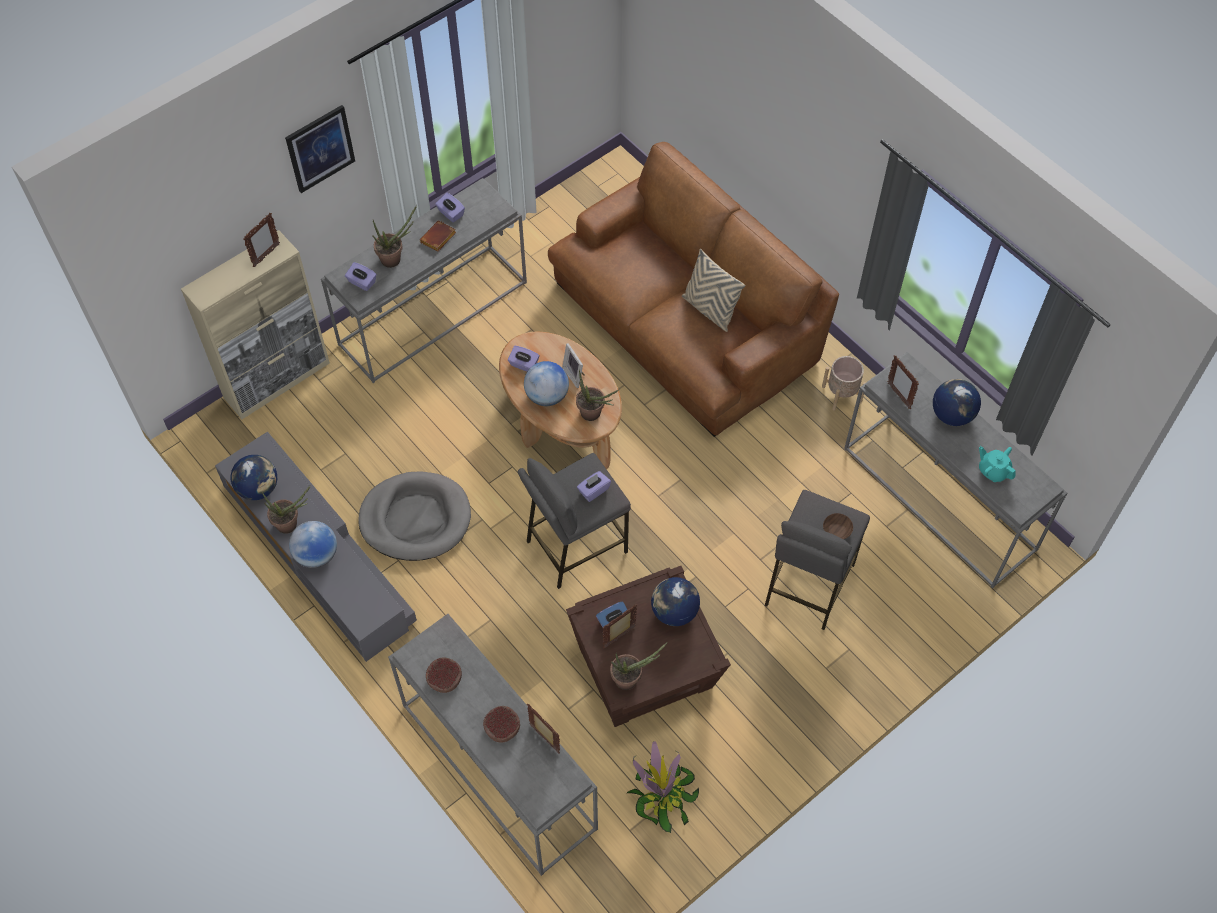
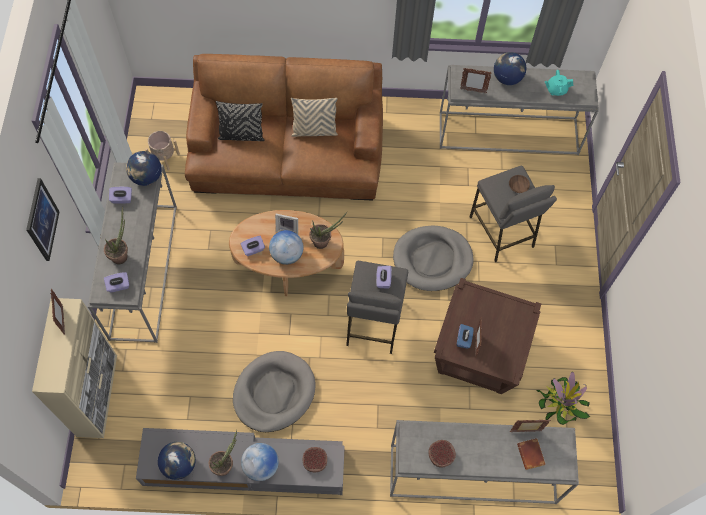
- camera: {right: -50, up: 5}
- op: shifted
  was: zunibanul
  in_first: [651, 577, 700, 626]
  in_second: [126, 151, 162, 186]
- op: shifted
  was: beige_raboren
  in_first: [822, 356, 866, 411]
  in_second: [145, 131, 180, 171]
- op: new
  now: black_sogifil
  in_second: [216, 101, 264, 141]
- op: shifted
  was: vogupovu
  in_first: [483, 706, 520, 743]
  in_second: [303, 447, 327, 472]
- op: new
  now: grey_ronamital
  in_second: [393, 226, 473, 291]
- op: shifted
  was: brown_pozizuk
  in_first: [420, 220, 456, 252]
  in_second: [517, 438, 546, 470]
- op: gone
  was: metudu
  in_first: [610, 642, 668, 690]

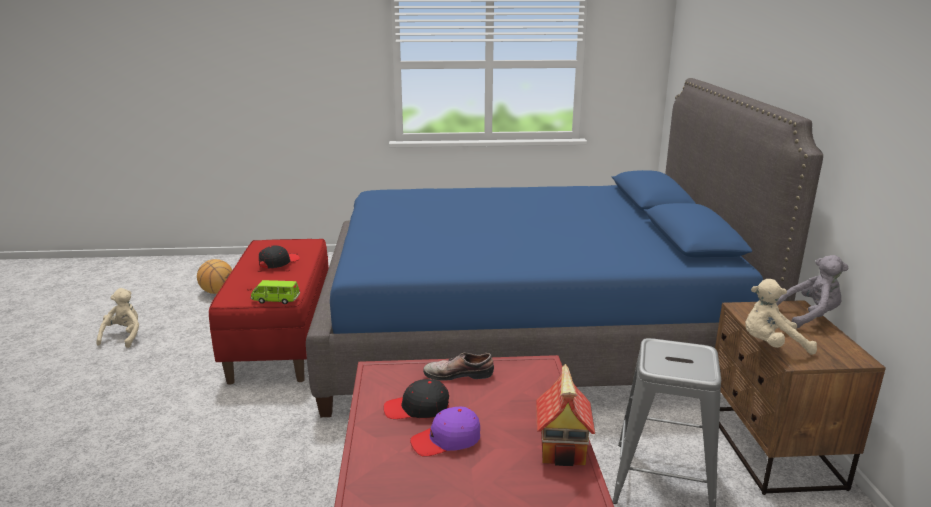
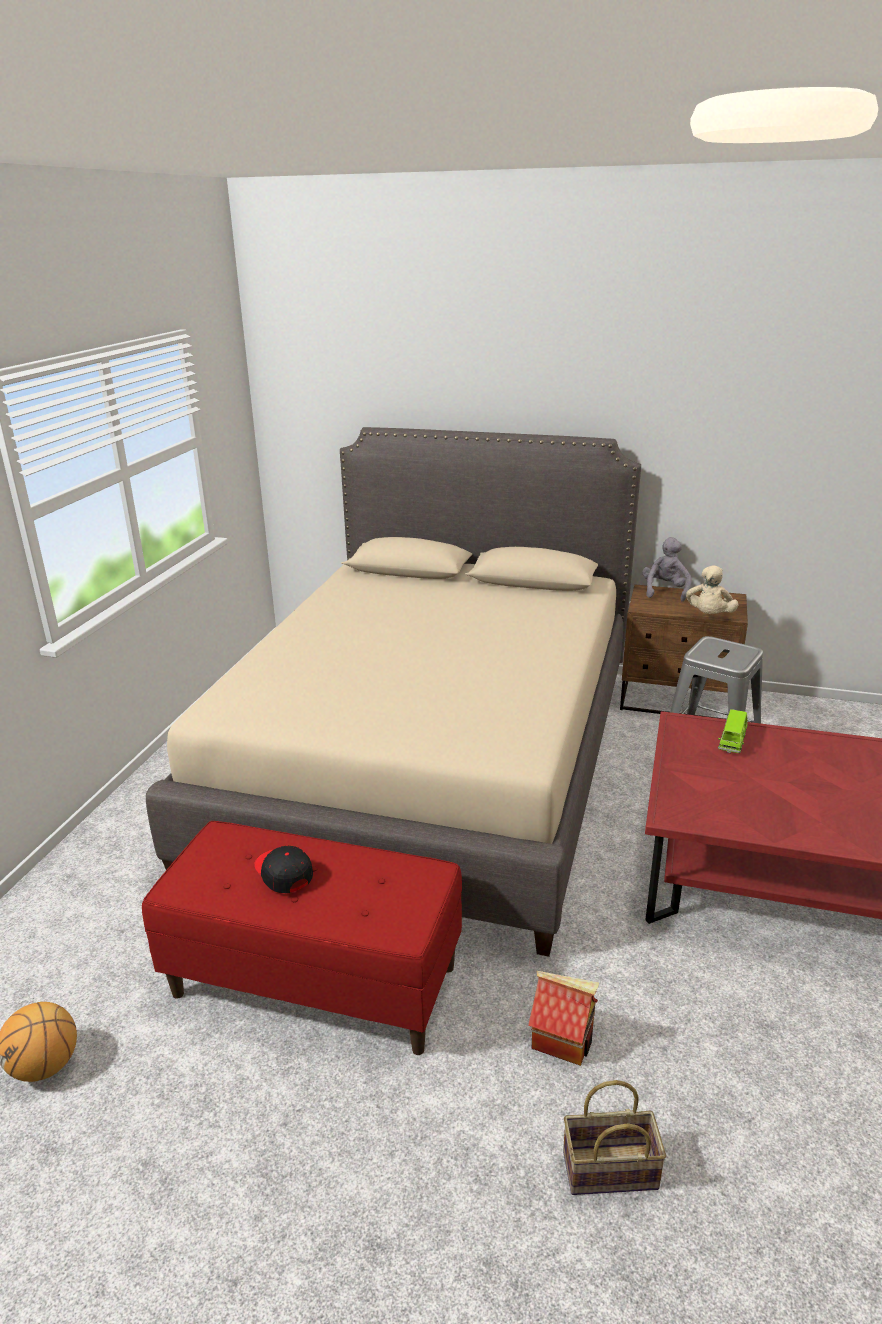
- camera: {right: -70, up: 5}
- op: repainted
  was: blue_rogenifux
  now: beige_rogenifux
  in_first: [306, 78, 823, 417]
  in_second: [146, 427, 641, 957]
- op: shifted
  was: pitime
  in_first: [536, 364, 595, 466]
  in_second: [528, 971, 599, 1066]
- op: new
  now: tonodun
  in_second: [563, 1080, 666, 1195]
- op: shifted
  was: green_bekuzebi
  in_first: [251, 280, 300, 304]
  in_second: [718, 709, 748, 753]
- op: gone
  was: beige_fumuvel
  in_first: [96, 288, 139, 348]
- op: gone
  was: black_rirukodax
  in_first: [383, 379, 449, 419]
- op: gone
  was: purple_rirukodax
  in_first: [410, 407, 480, 457]
- op: gone
  was: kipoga
  in_first: [423, 353, 494, 380]

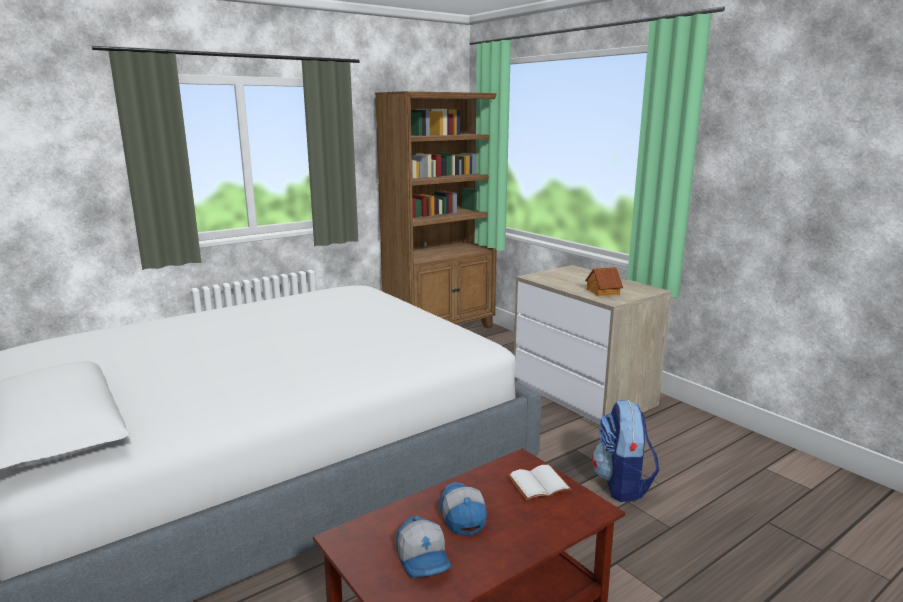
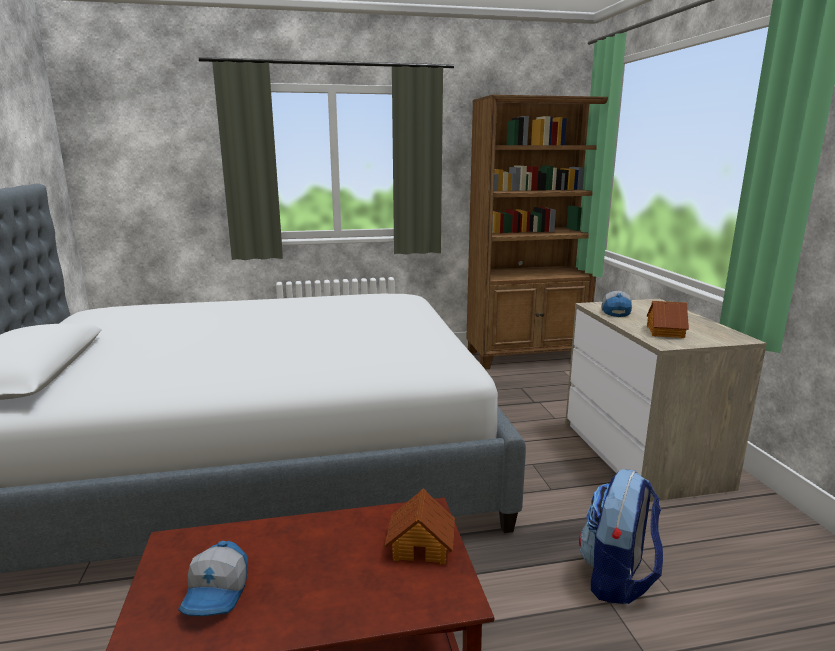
- camera: {right: 25, up: 0}
- op: swapped
  was: white_pozizuk
  now: pitime
  in_first: [507, 465, 573, 501]
  in_second: [385, 488, 455, 565]
- op: shifted
  was: rirukodax
  in_first: [440, 482, 487, 536]
  in_second: [601, 291, 632, 317]

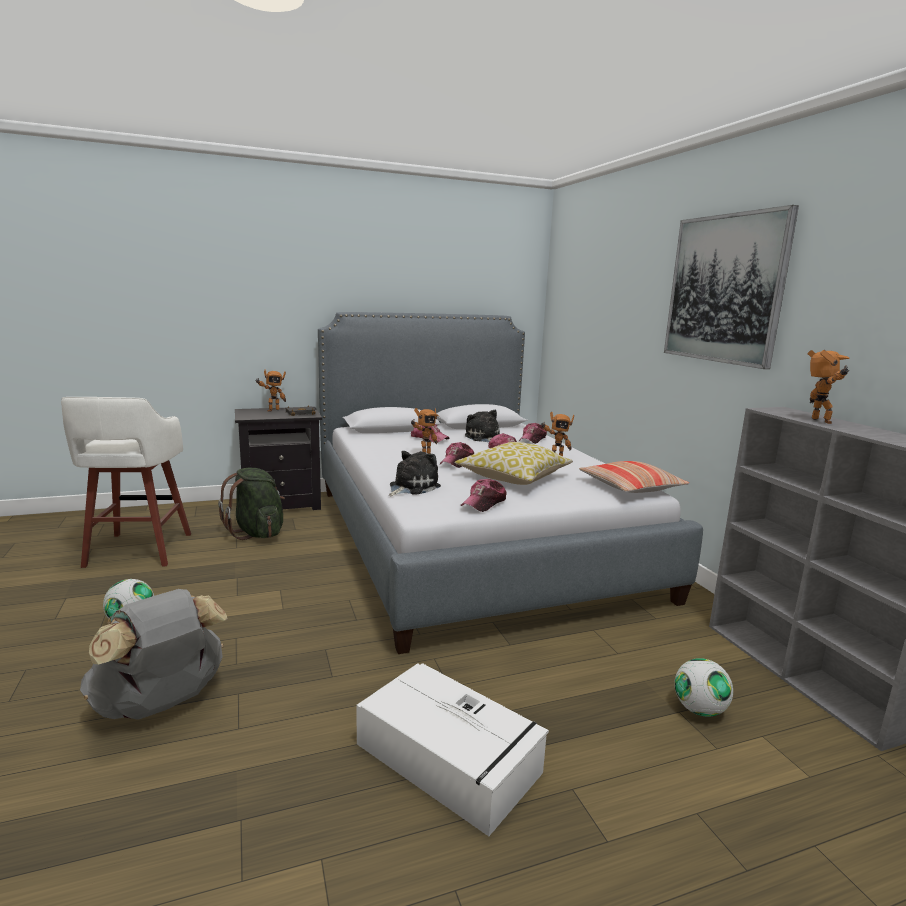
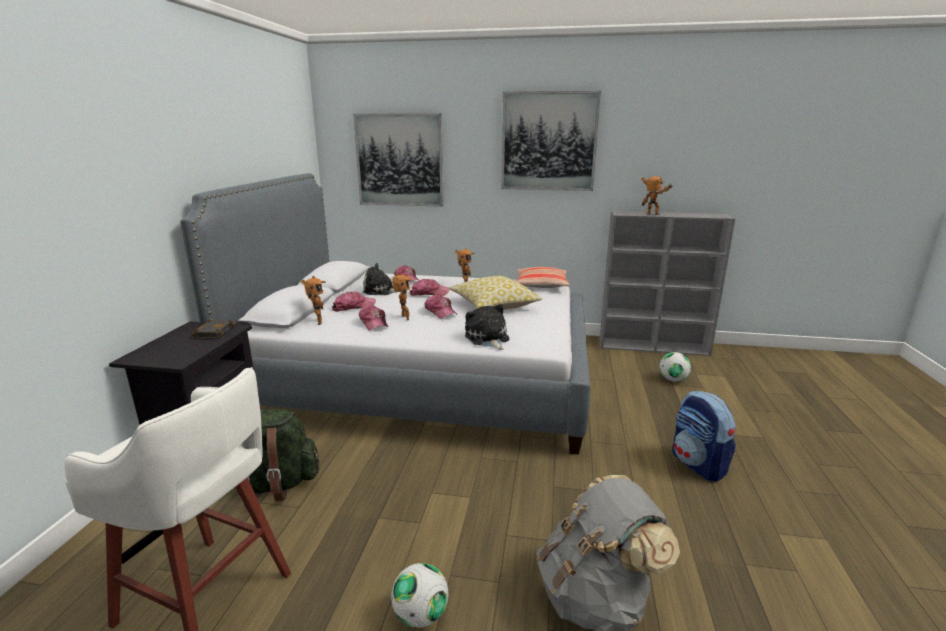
- camera: {right: -60, up: 5}
- op: shifted
  was: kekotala
  in_first: [255, 370, 286, 412]
  in_second: [301, 276, 326, 325]
- op: new
  now: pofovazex
  in_second: [353, 113, 444, 207]
- op: shifted
  was: rirukodax
  in_first: [461, 479, 507, 512]
  in_second: [359, 305, 388, 331]
- op: swapped
  was: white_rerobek
  now: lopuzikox
  in_first: [356, 663, 549, 836]
  in_second: [672, 391, 736, 482]

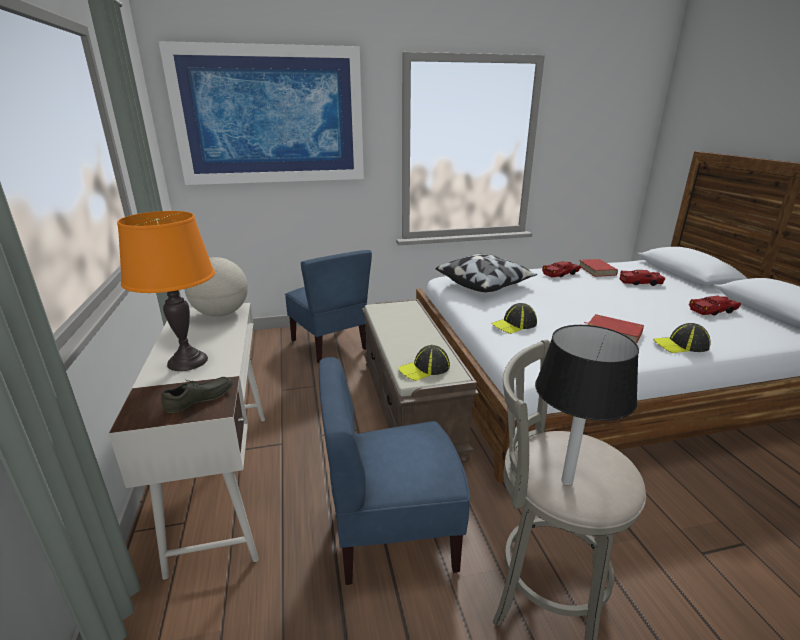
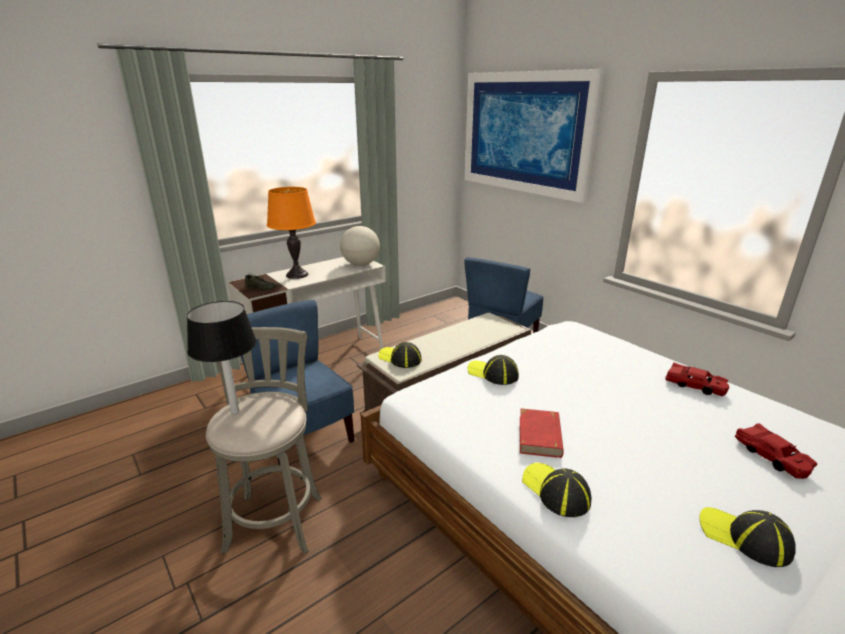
- camera: {right: 65, up: 0}
- op: swapped
  was: red_bekuzebi
  now: rirukodax
  in_first: [689, 295, 741, 315]
  in_second: [699, 507, 796, 567]
- op: gone
  was: sogifil
  in_first: [436, 254, 537, 292]
- op: gone
  was: red_pozizuk
  in_first: [580, 259, 618, 277]

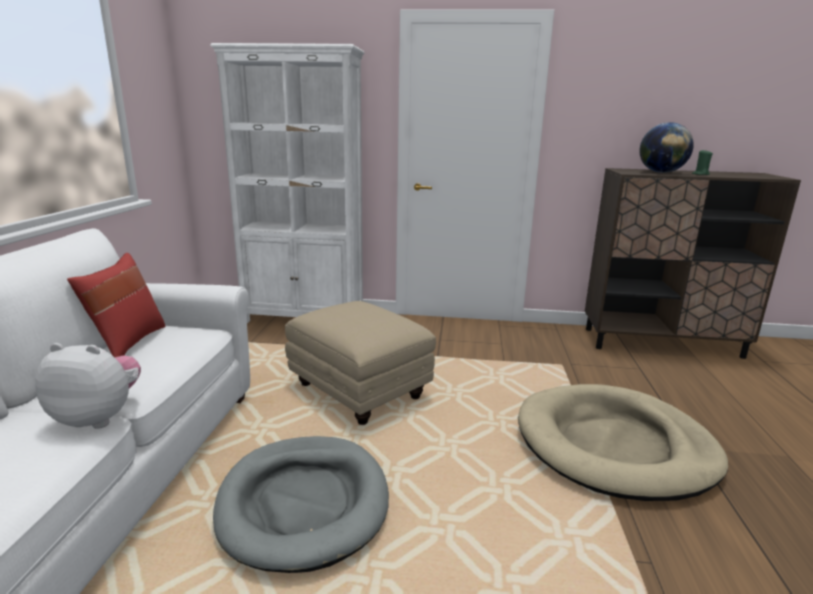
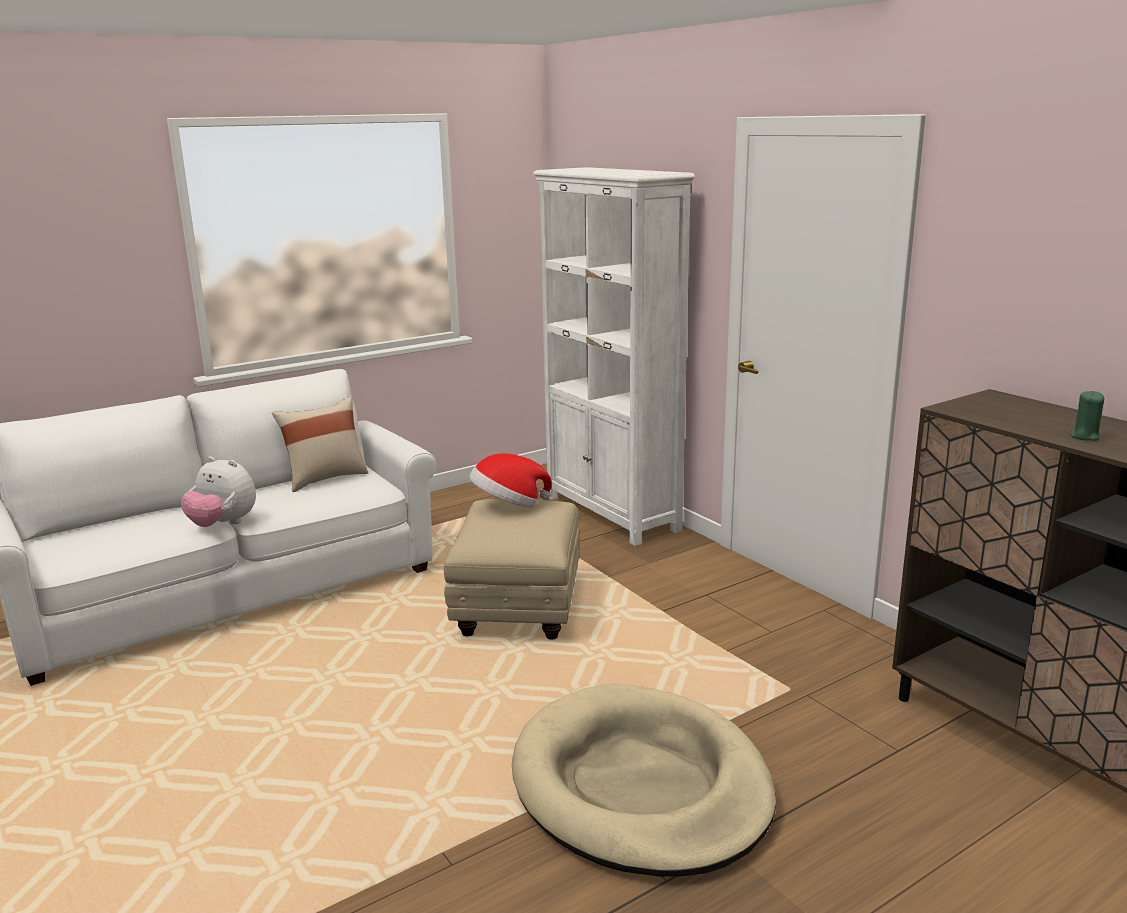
- camera: {right: 50, up: 0}
- op: rotated
  was: fumuvel
  in_first: [35, 343, 141, 429]
  in_second: [181, 457, 256, 527]
  clockwise: 150
- op: repainted
  was: red_sogifil
  now: beige_sogifil
  in_first: [67, 253, 165, 357]
  in_second: [272, 397, 368, 492]
- op: new
  now: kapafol
  in_second: [469, 453, 552, 507]
- op: gone
  was: grey_ronamital
  in_first: [213, 436, 389, 573]
- op: gone
  was: zunibanul
  in_first: [639, 122, 694, 173]

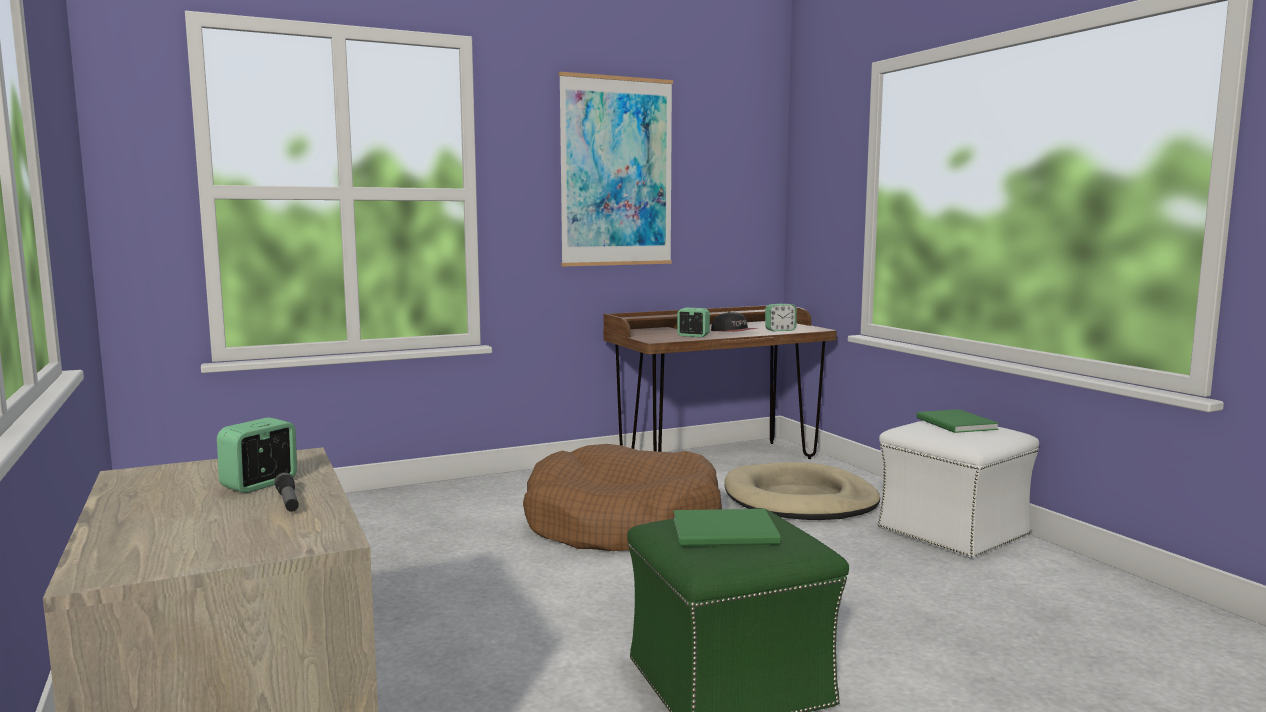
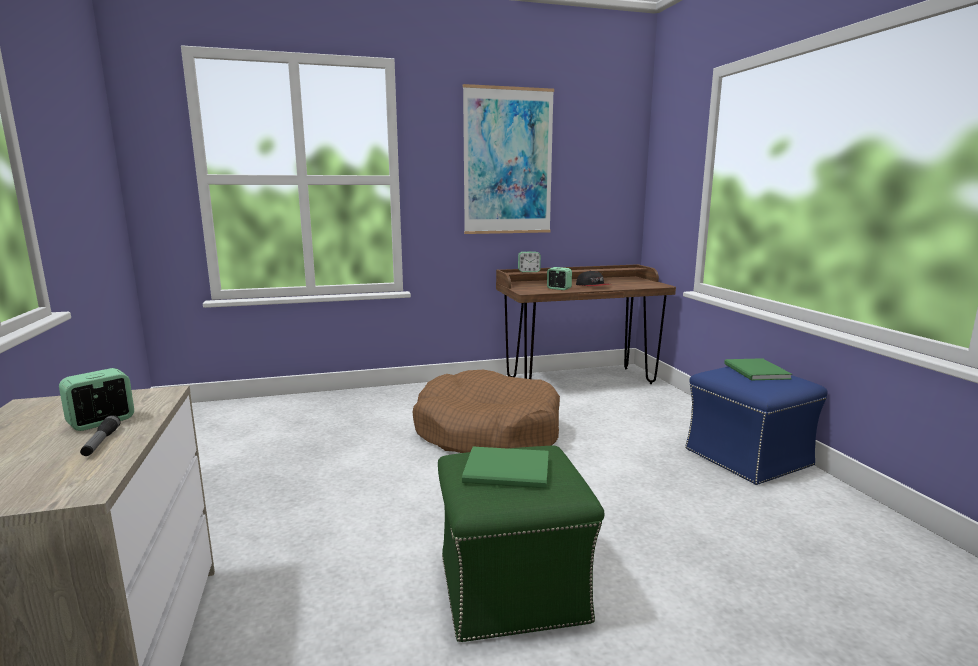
- camera: {right: 10, up: 5}
- op: shifted
  was: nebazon
  in_first: [765, 304, 797, 331]
  in_second: [518, 251, 541, 272]
- op: repainted
  was: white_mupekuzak
  now: blue_mupekuzak
  in_first: [878, 420, 1039, 559]
  in_second: [685, 366, 828, 485]
- op: gone
  was: beige_ronamital
  in_first: [724, 462, 880, 520]

